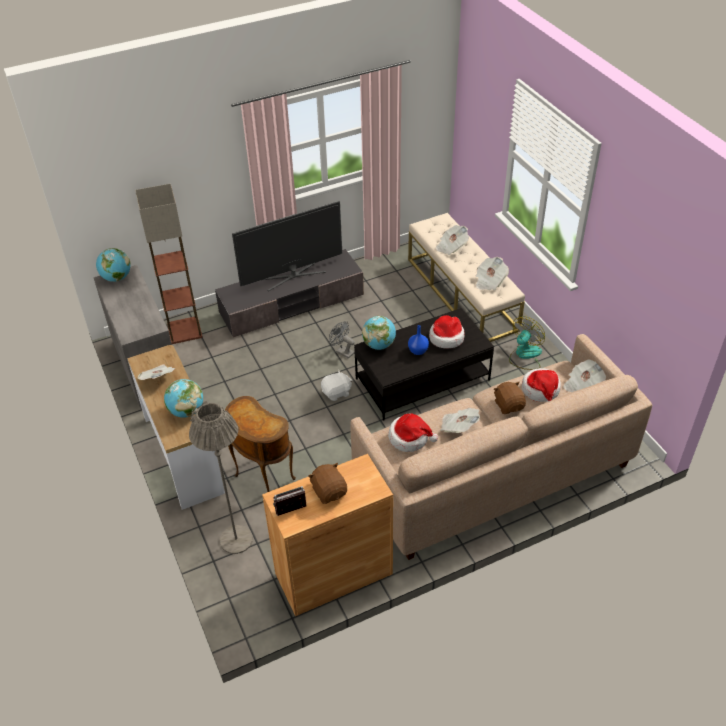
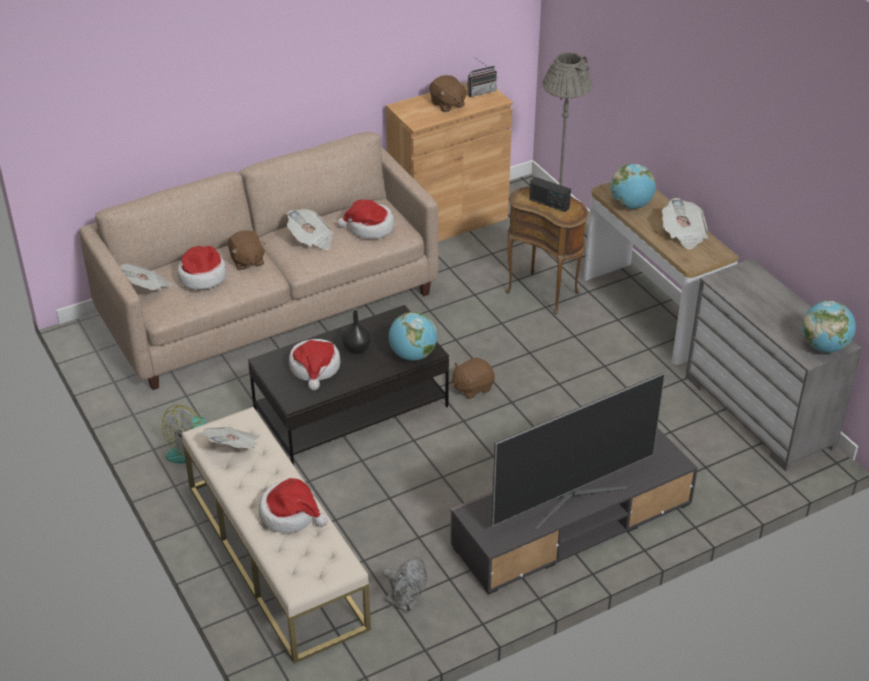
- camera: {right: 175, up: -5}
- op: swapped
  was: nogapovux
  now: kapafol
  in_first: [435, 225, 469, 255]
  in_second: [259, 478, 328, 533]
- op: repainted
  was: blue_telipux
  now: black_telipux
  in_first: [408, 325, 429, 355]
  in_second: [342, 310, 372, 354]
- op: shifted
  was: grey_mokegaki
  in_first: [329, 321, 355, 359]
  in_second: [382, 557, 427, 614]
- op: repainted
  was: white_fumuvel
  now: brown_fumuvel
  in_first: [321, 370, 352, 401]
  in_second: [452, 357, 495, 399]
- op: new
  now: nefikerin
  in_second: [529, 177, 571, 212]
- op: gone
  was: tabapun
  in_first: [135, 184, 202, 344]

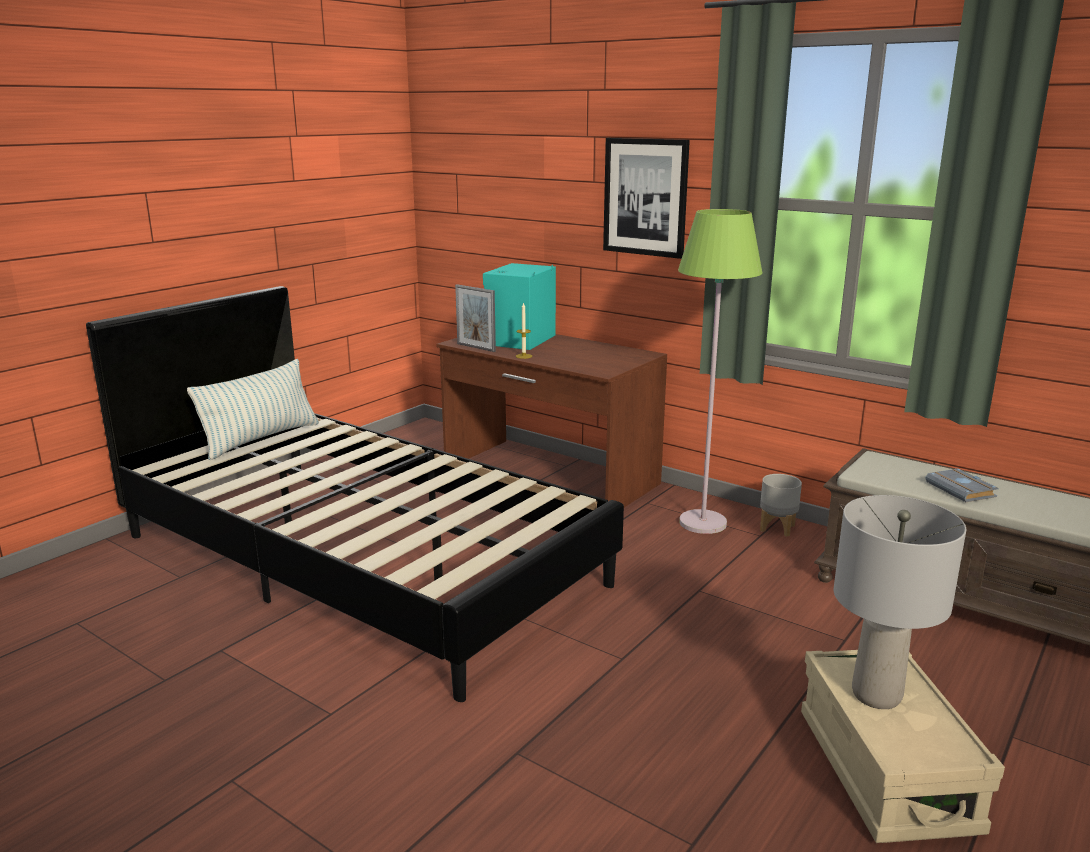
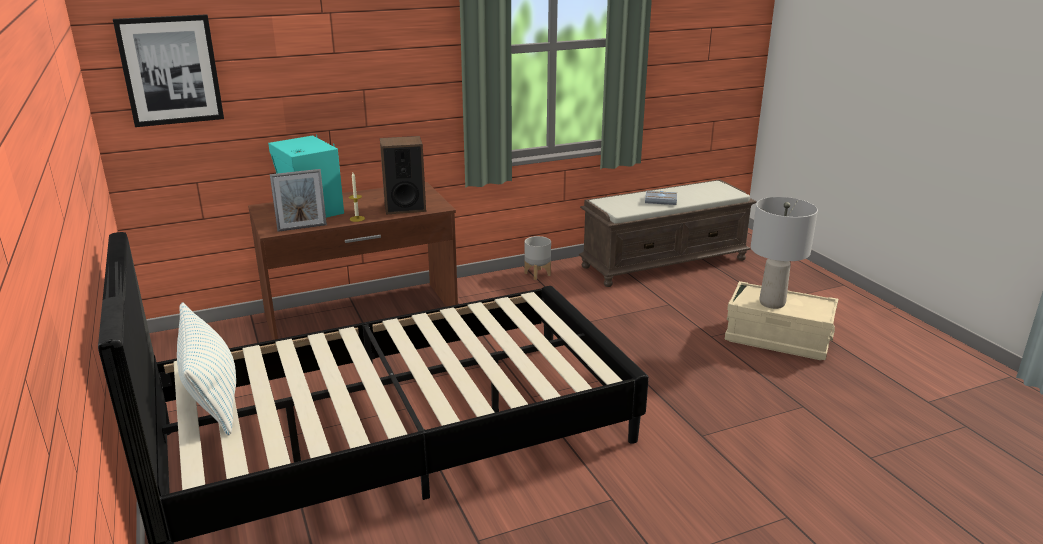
- camera: {right: -60, up: 5}
- op: shifted
  was: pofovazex
  in_first: [603, 138, 690, 259]
  in_second: [113, 14, 224, 127]
- op: new
  now: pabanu
  in_second: [380, 136, 426, 215]
- op: gone
  was: green_tabapun
  in_first: [678, 209, 762, 534]

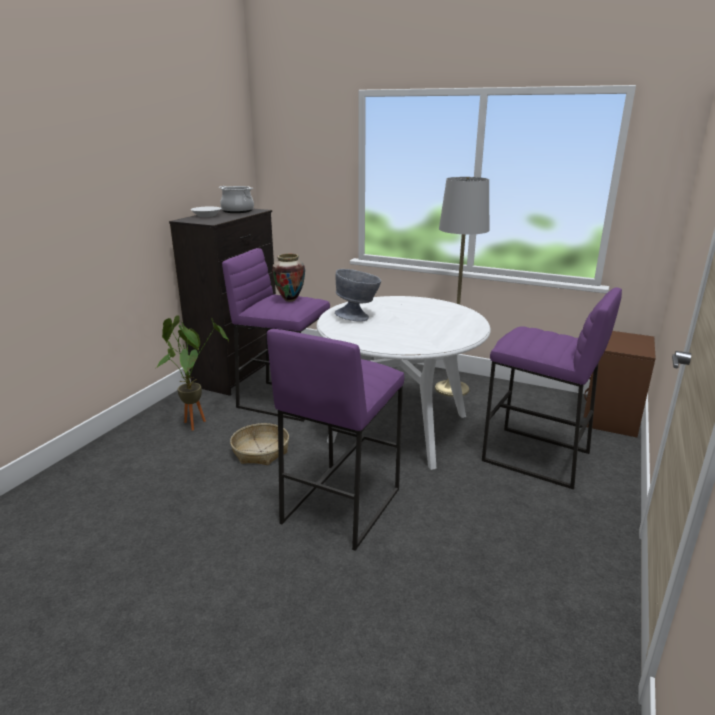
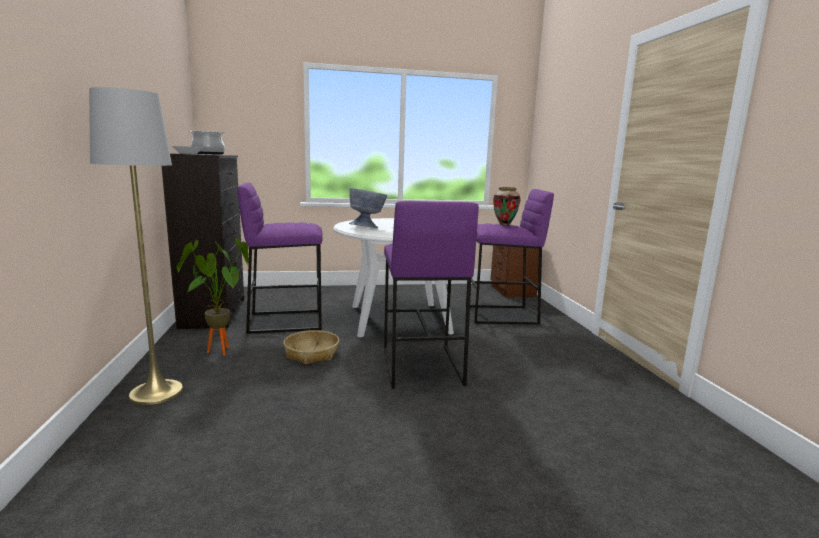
- camera: {right: -35, up: -10}
- op: shifted
  was: grey_tabapun
  in_first: [435, 177, 489, 397]
  in_second: [89, 87, 183, 405]
- op: shifted
  was: telipux
  in_first: [272, 254, 305, 302]
  in_second: [493, 187, 520, 225]

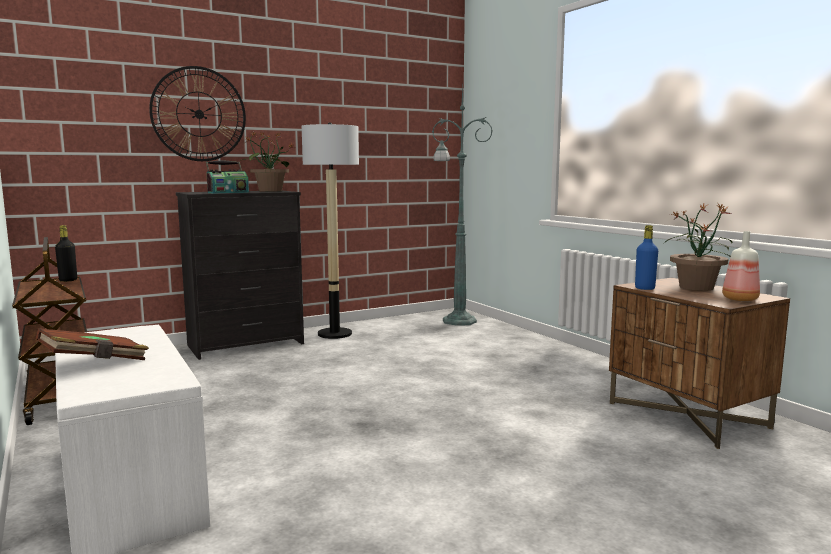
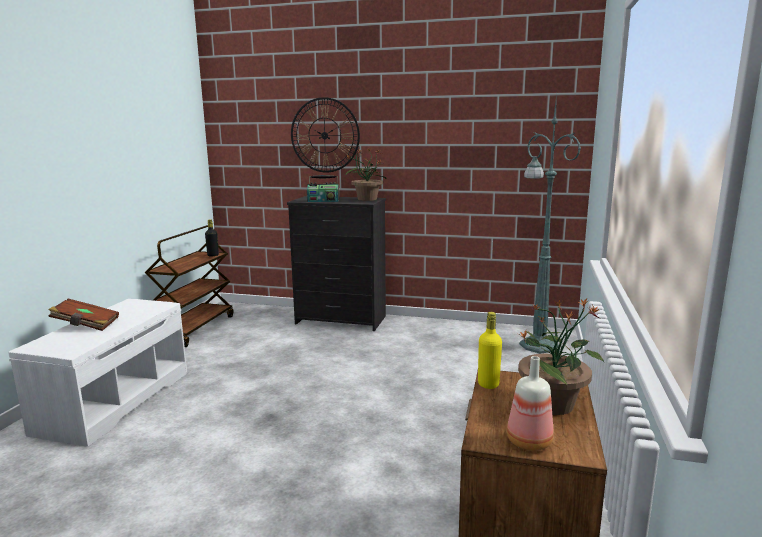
- camera: {right: 45, up: 5}
- op: repainted
  was: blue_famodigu
  now: yellow_famodigu
  in_first: [635, 225, 658, 290]
  in_second: [478, 312, 502, 389]
- op: gone
  was: tabapun
  in_first: [302, 122, 359, 339]

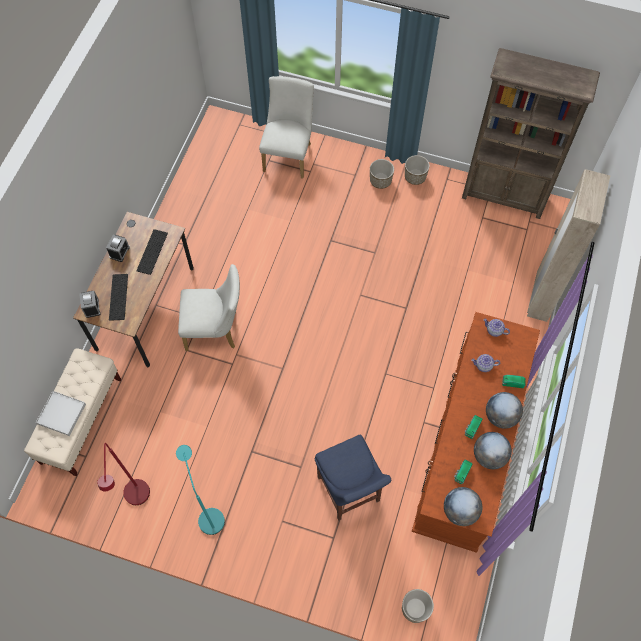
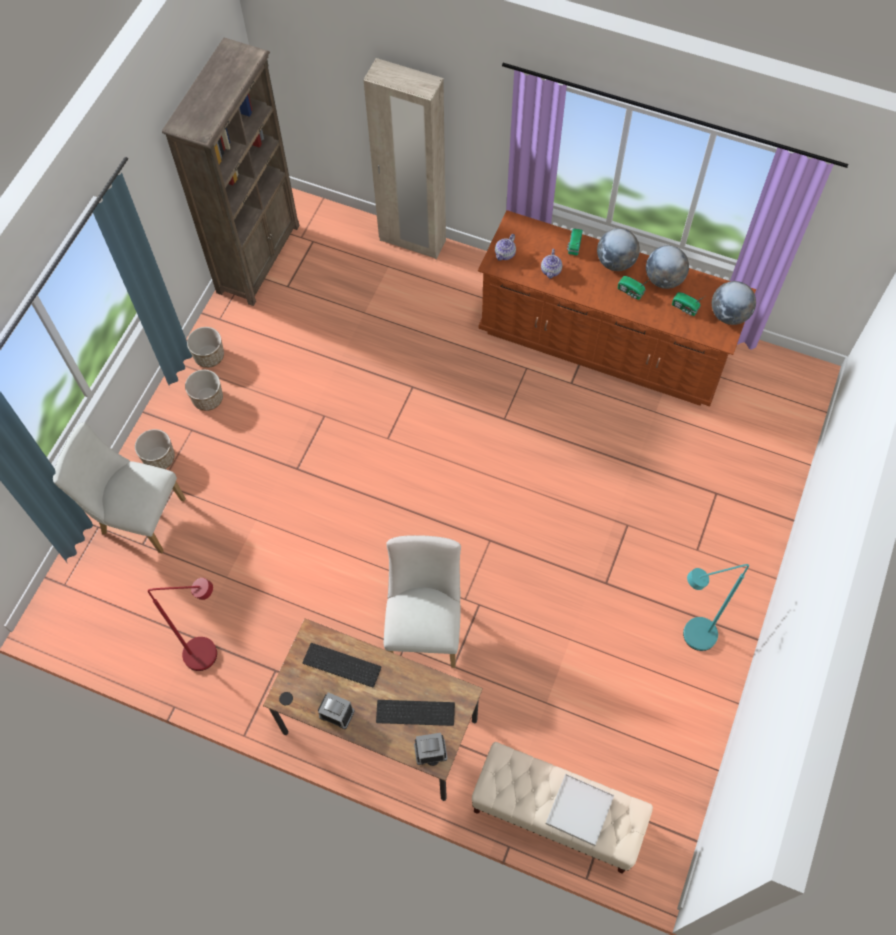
- camera: {right: -85, up: 0}
- op: shifted
  was: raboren
  in_first: [402, 589, 434, 623]
  in_second: [135, 429, 175, 469]
- op: shifted
  was: red_tabapun
  in_first: [97, 443, 150, 505]
  in_second: [148, 578, 217, 671]
- op: gone
  was: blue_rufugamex
  in_first: [315, 435, 391, 520]

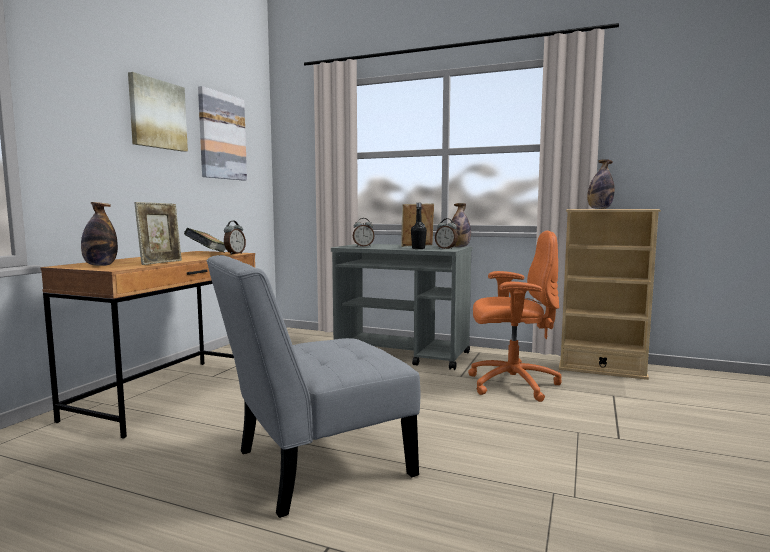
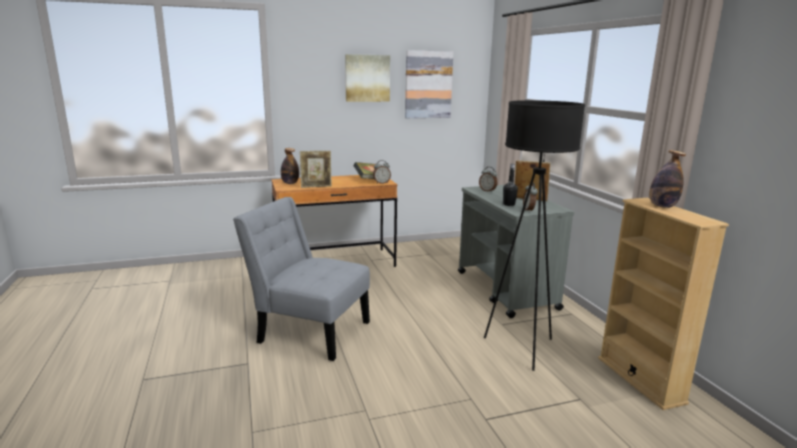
- camera: {right: 50, up: 10}
- op: swapped
  was: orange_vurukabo
  now: black_tabapun
  in_first: [468, 231, 562, 402]
  in_second: [484, 100, 585, 371]
- op: gone
  was: famodigu
  in_first: [451, 203, 471, 247]

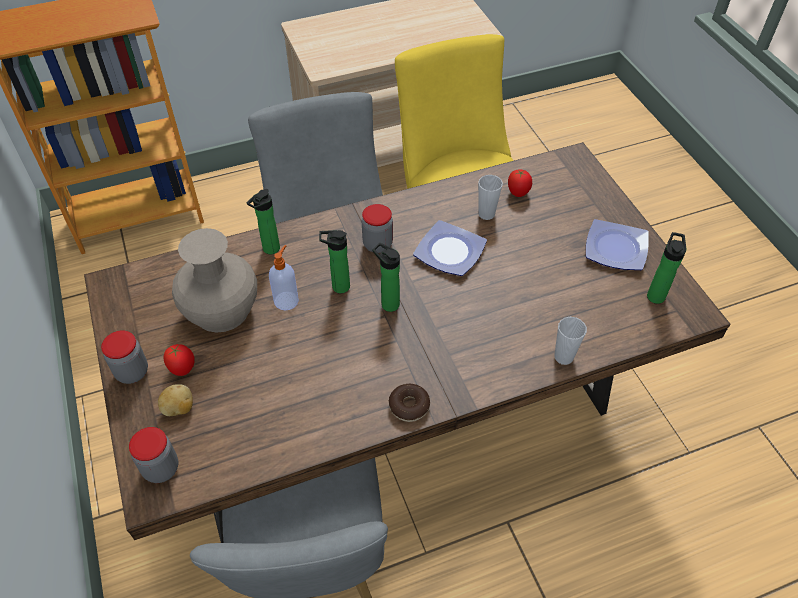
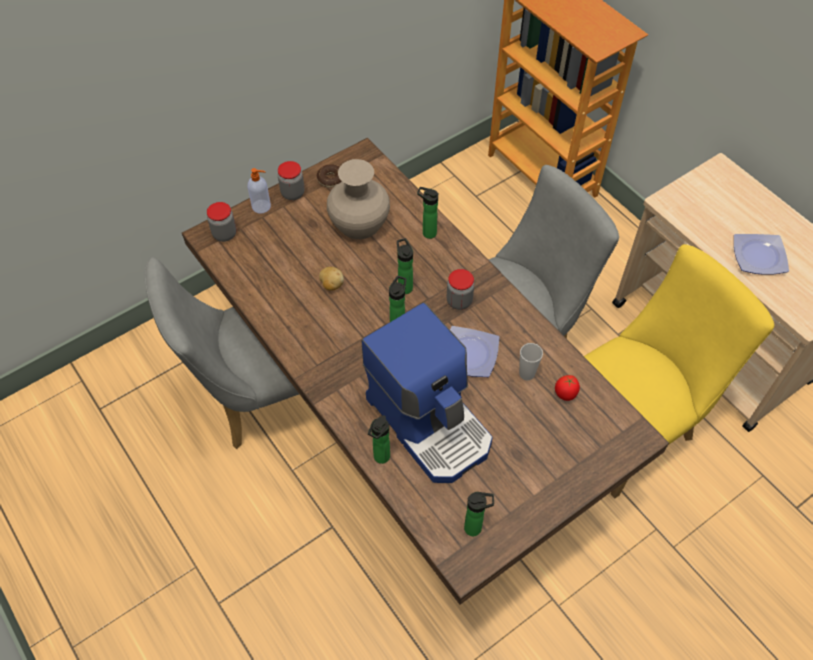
- camera: {right: 75, up: 5}
- op: shifted
  was: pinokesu
  in_first: [269, 245, 299, 310]
  in_second: [248, 168, 271, 213]
- op: shifted
  was: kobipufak
  in_first: [389, 384, 430, 422]
  in_second: [317, 164, 342, 188]
- op: shifted
  was: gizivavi
  in_first: [158, 384, 193, 416]
  in_second: [319, 267, 344, 291]
- op: new
  now: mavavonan
  in_second: [362, 302, 493, 483]
- op: swapped
  was: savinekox
  now: famodigu
  in_first: [554, 317, 587, 365]
  in_second: [368, 415, 390, 464]
- op: shifted
  was: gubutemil
  in_first: [586, 219, 649, 270]
  in_second: [734, 234, 789, 275]
- op: gone
  was: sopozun
  in_first: [164, 344, 195, 376]

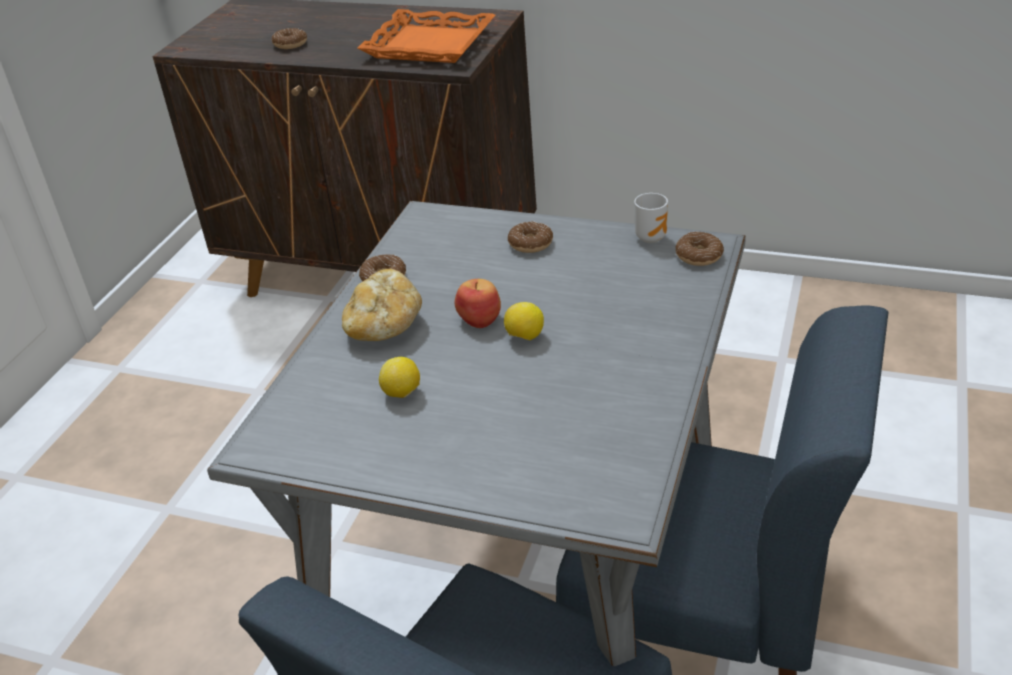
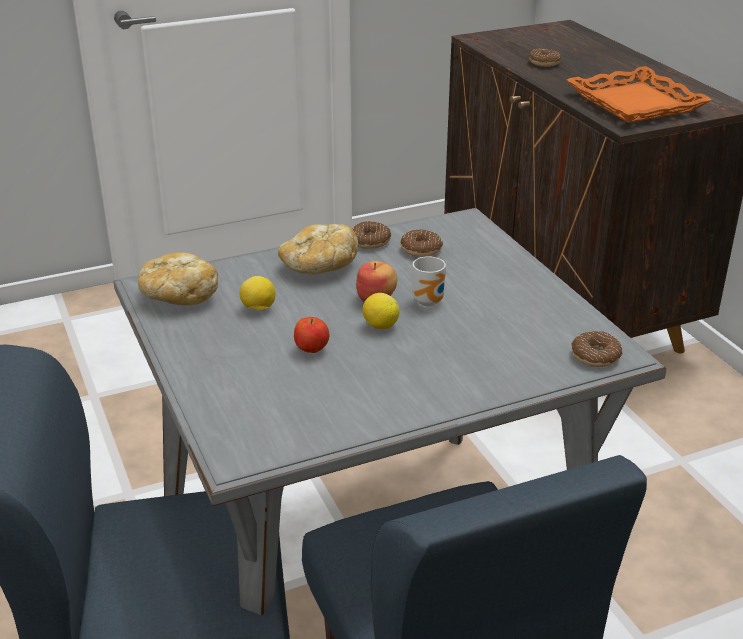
- camera: {right: 45, up: -5}
- op: new
  now: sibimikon
  in_second: [138, 252, 218, 305]
- op: new
  now: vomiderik
  in_second: [294, 317, 329, 353]
- op: shifted
  was: kobipufak
  in_first: [508, 222, 553, 253]
  in_second: [400, 230, 443, 257]
- op: shifted
  was: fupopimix
  in_first: [634, 193, 668, 243]
  in_second: [412, 256, 446, 306]

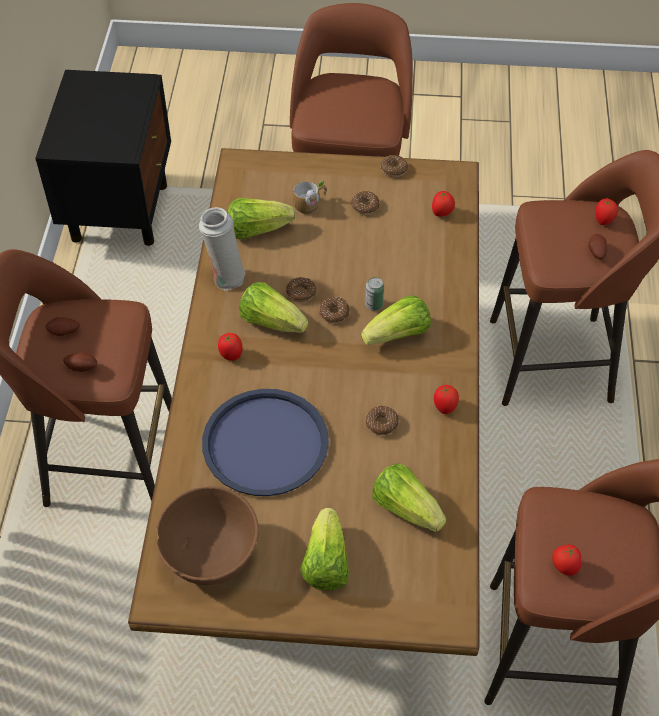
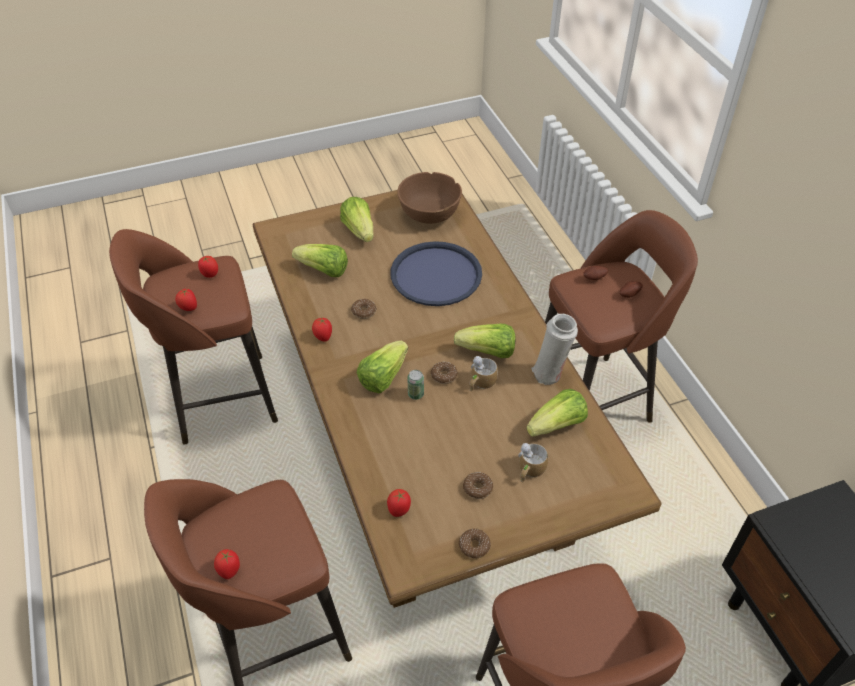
- camera: {right: 155, up: -5}
- op: shifted
  was: sopozun
  in_first: [218, 333, 243, 361]
  in_second: [175, 289, 197, 311]
- op: swapped
  was: kobipufak
  now: fupopimix
  in_first: [286, 277, 316, 302]
  in_second: [469, 356, 498, 392]
- op: gone
  was: gizivavi
  in_first: [588, 234, 607, 260]

